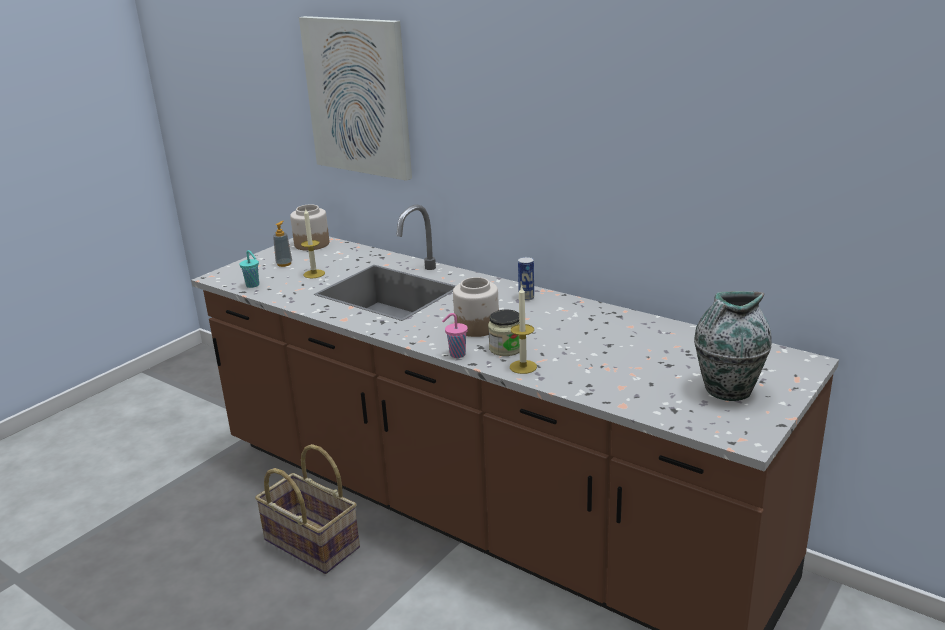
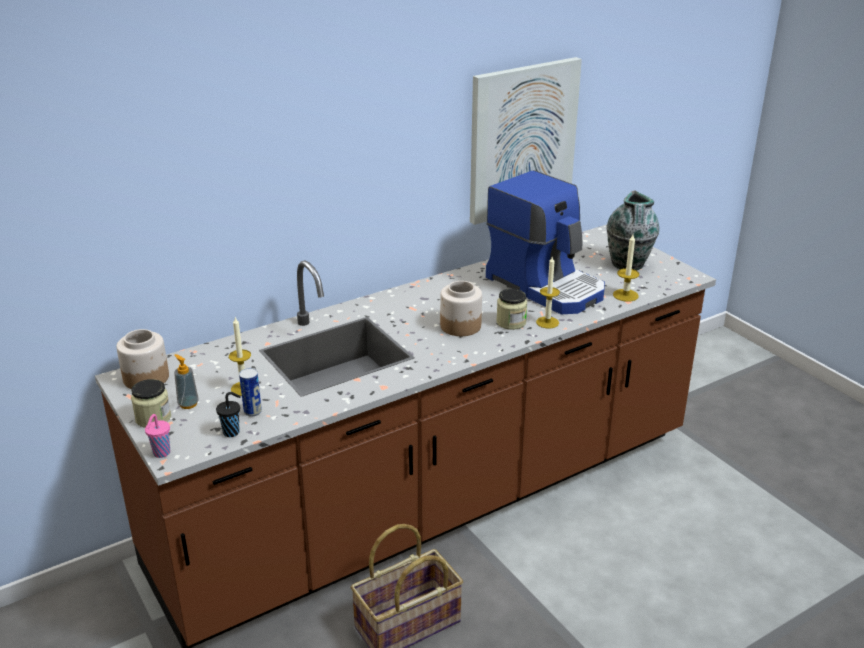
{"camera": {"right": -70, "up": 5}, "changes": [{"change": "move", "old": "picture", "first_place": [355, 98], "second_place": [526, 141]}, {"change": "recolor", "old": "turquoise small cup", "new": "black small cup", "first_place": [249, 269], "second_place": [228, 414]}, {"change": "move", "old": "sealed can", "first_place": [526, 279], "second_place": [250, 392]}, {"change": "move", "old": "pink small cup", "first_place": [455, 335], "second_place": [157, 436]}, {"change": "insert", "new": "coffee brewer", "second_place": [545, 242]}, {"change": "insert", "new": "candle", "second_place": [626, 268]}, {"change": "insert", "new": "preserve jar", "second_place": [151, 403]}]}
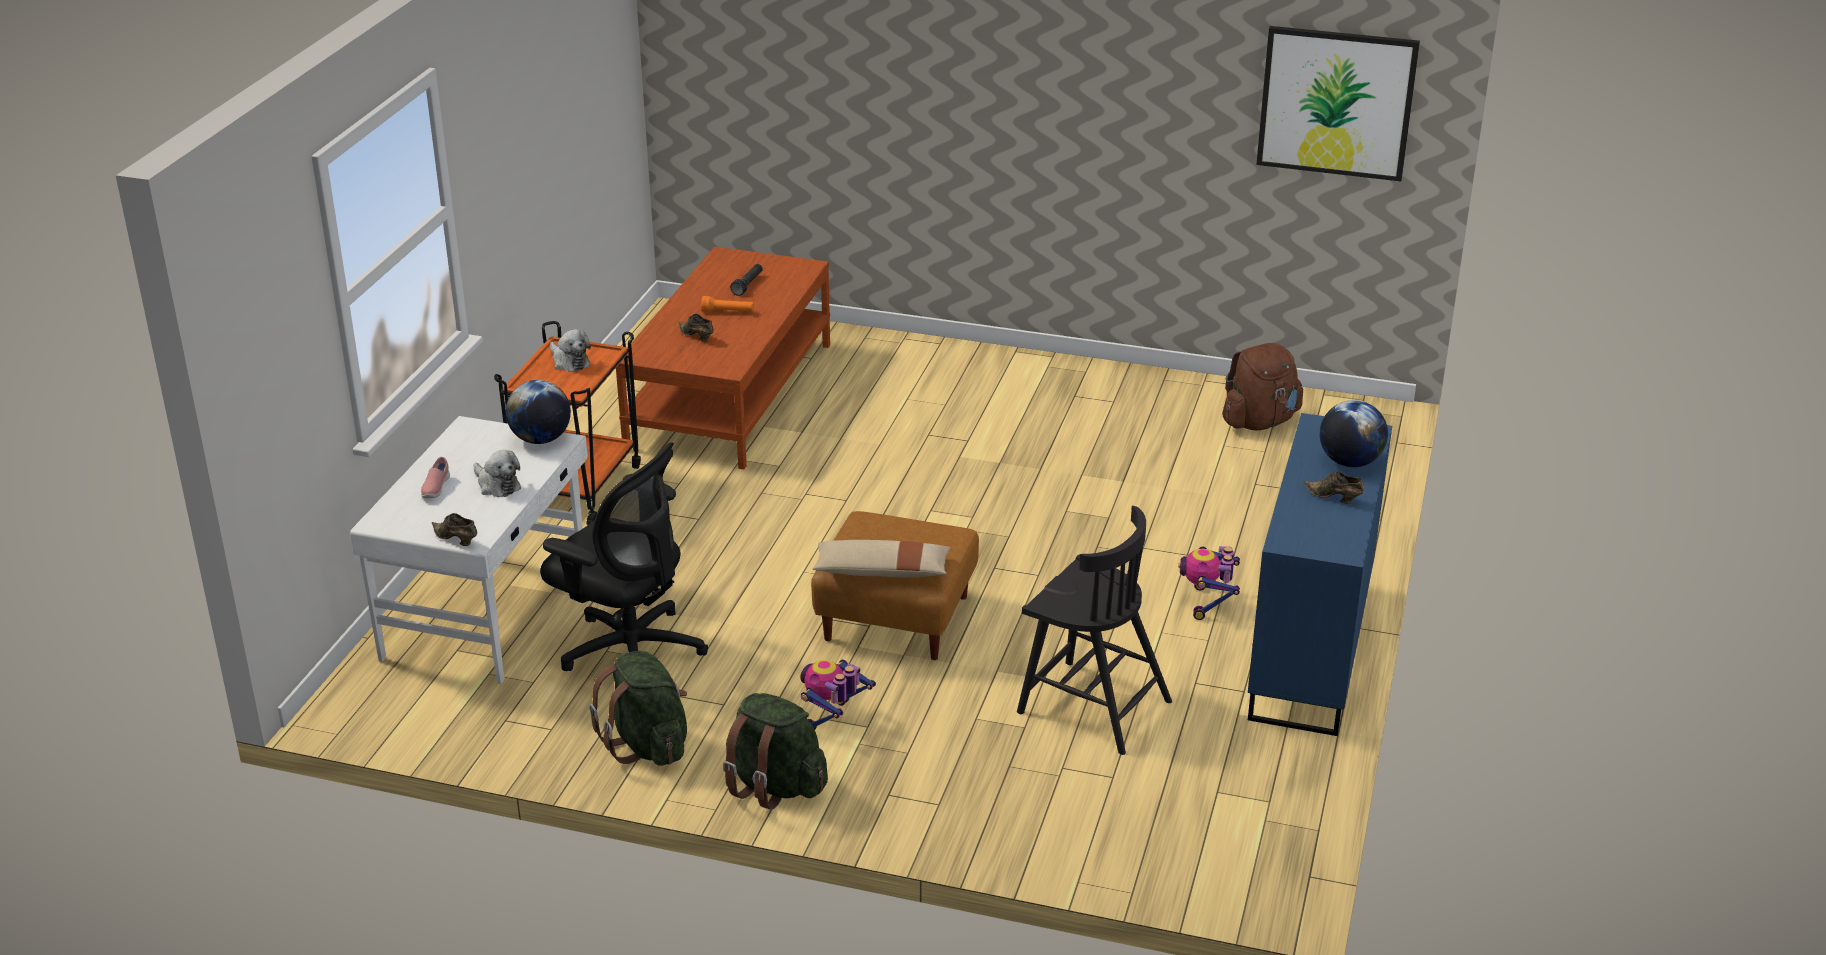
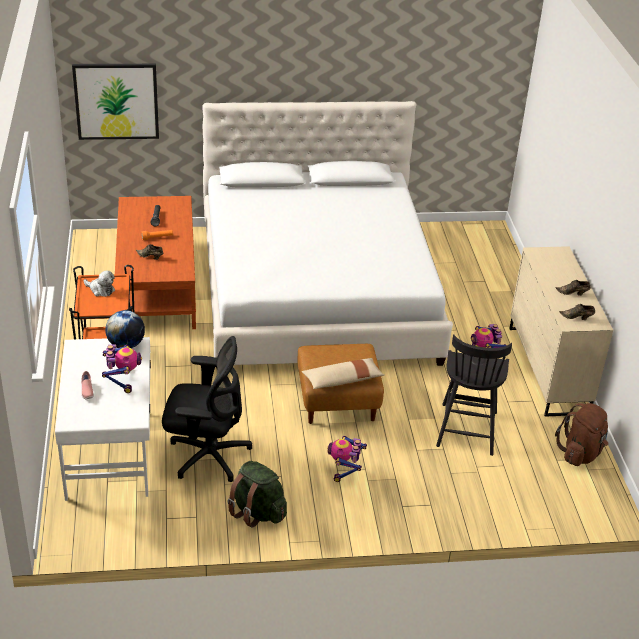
{"camera": {"right": -25, "up": 5}, "changes": [{"change": "move", "old": "picture", "first_place": [1338, 103], "second_place": [115, 102]}, {"change": "move", "old": "brown-coloured backpack", "first_place": [1262, 387], "second_place": [582, 434]}, {"change": "delete", "old": "globe", "first_place": [1353, 433]}, {"change": "recolor", "old": "bluish dresser", "new": "sand-coloured dresser", "first_place": [1320, 574], "second_place": [561, 331]}, {"change": "replace", "old": "cuddly toy", "new": "robot figure", "first_place": [497, 473], "second_place": [122, 368]}, {"change": "rotate", "old": "black upright chair", "first_place": [1094, 630], "second_place": [474, 395], "degrees": 90}, {"change": "move", "old": "brown-coloured shoe", "first_place": [454, 529], "second_place": [577, 312]}, {"change": "delete", "old": "green backpack", "first_place": [775, 751]}, {"change": "insert", "new": "whitish sleeping bed", "second_place": [327, 233]}]}
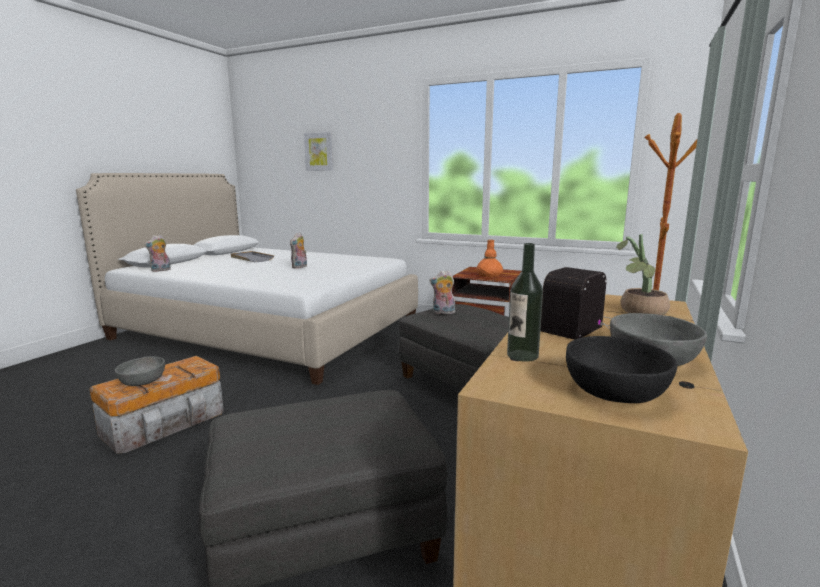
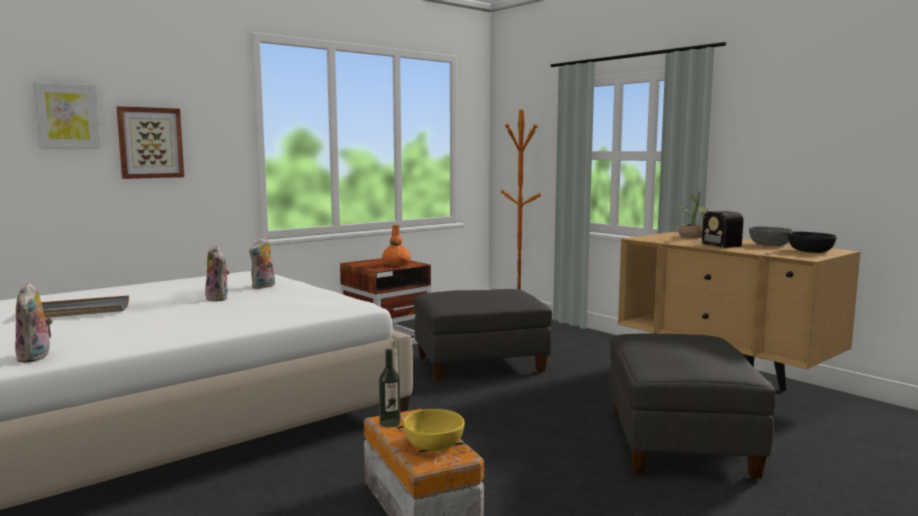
{"camera": {"right": -65, "up": -5}, "changes": [{"change": "move", "old": "beverage bottle", "first_place": [525, 302], "second_place": [389, 388]}, {"change": "move", "old": "cuddly toy", "first_place": [443, 292], "second_place": [262, 263]}, {"change": "recolor", "old": "grey serving bowl", "new": "yellow-coloured serving bowl", "first_place": [140, 371], "second_place": [434, 430]}, {"change": "insert", "new": "picture", "second_place": [150, 142]}]}
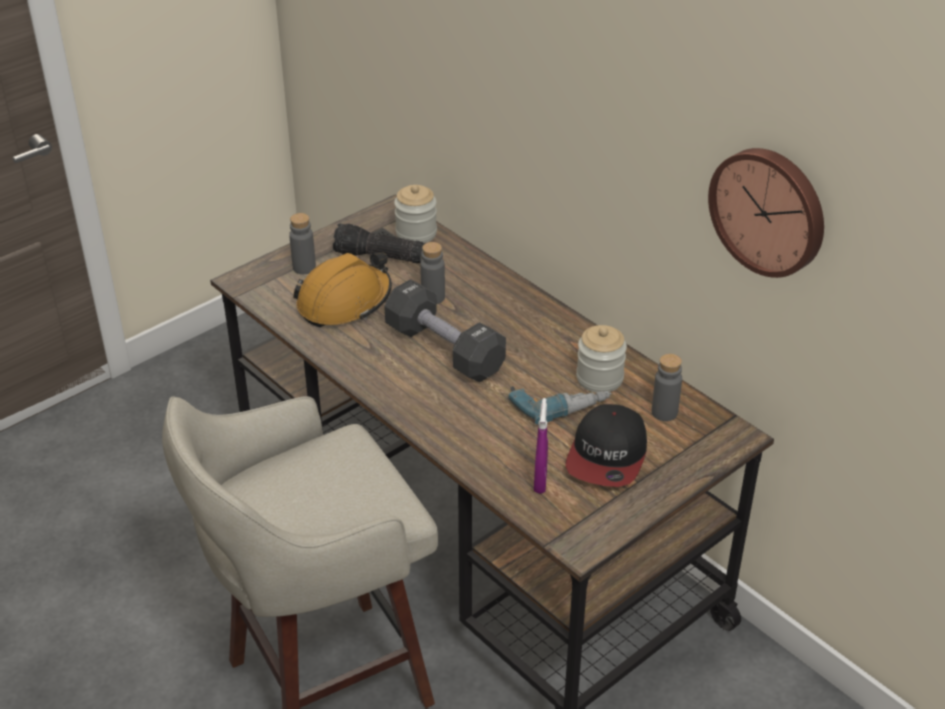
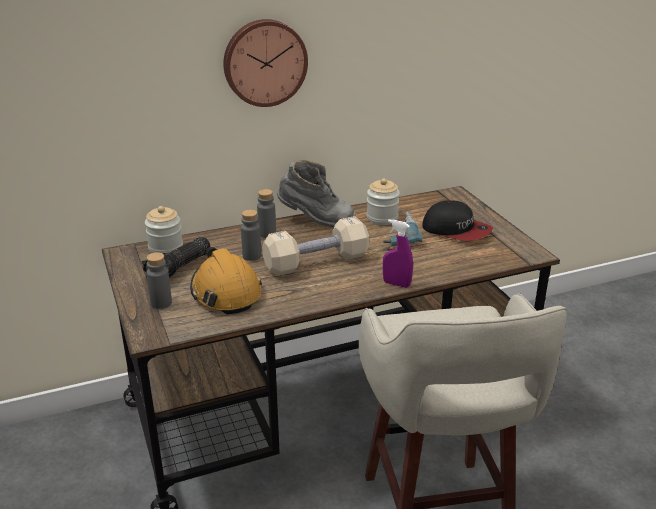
{"camera": {"right": -70, "up": -10}, "changes": [{"change": "move", "old": "clock on the wall", "first_place": [766, 213], "second_place": [265, 63]}, {"change": "recolor", "old": "black hand weight", "new": "sand-coloured hand weight", "first_place": [445, 330], "second_place": [315, 246]}, {"change": "move", "old": "grey beverage bottle", "first_place": [667, 387], "second_place": [266, 213]}, {"change": "move", "old": "purplish hand sprayer", "first_place": [541, 446], "second_place": [398, 253]}, {"change": "insert", "new": "grey boot", "second_place": [316, 193]}]}
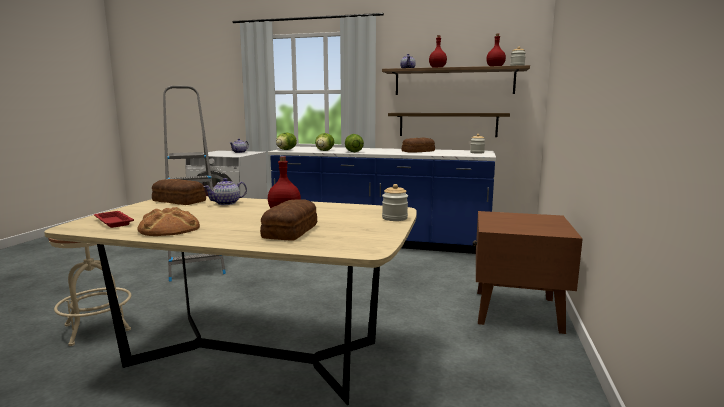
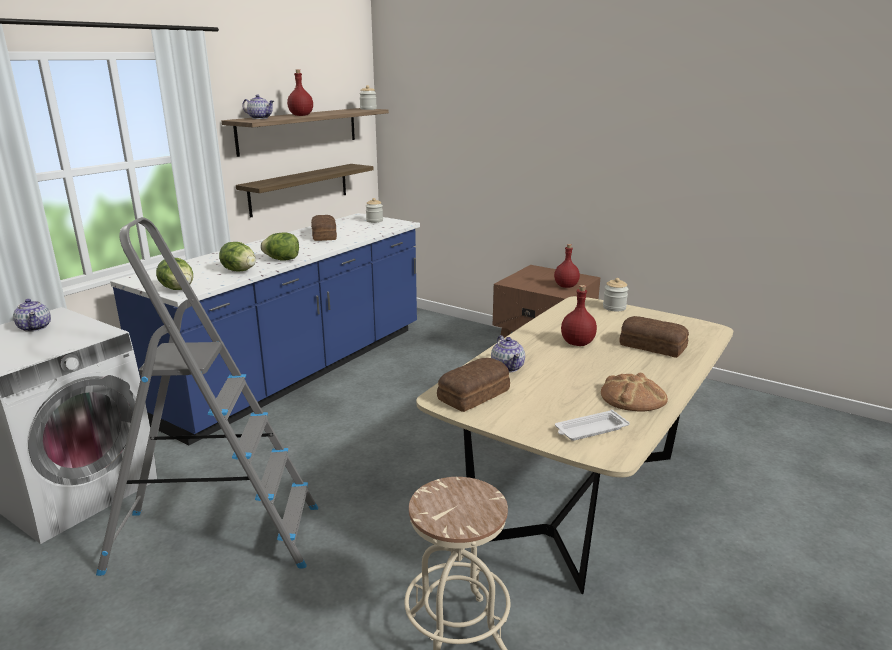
{"camera": {"right": -70, "up": 10}, "changes": [{"change": "move", "old": "red-coloured beverage bottle", "first_place": [496, 50], "second_place": [567, 266]}, {"change": "recolor", "old": "red-coloured carrying tray", "new": "whitish carrying tray", "first_place": [114, 219], "second_place": [592, 425]}]}
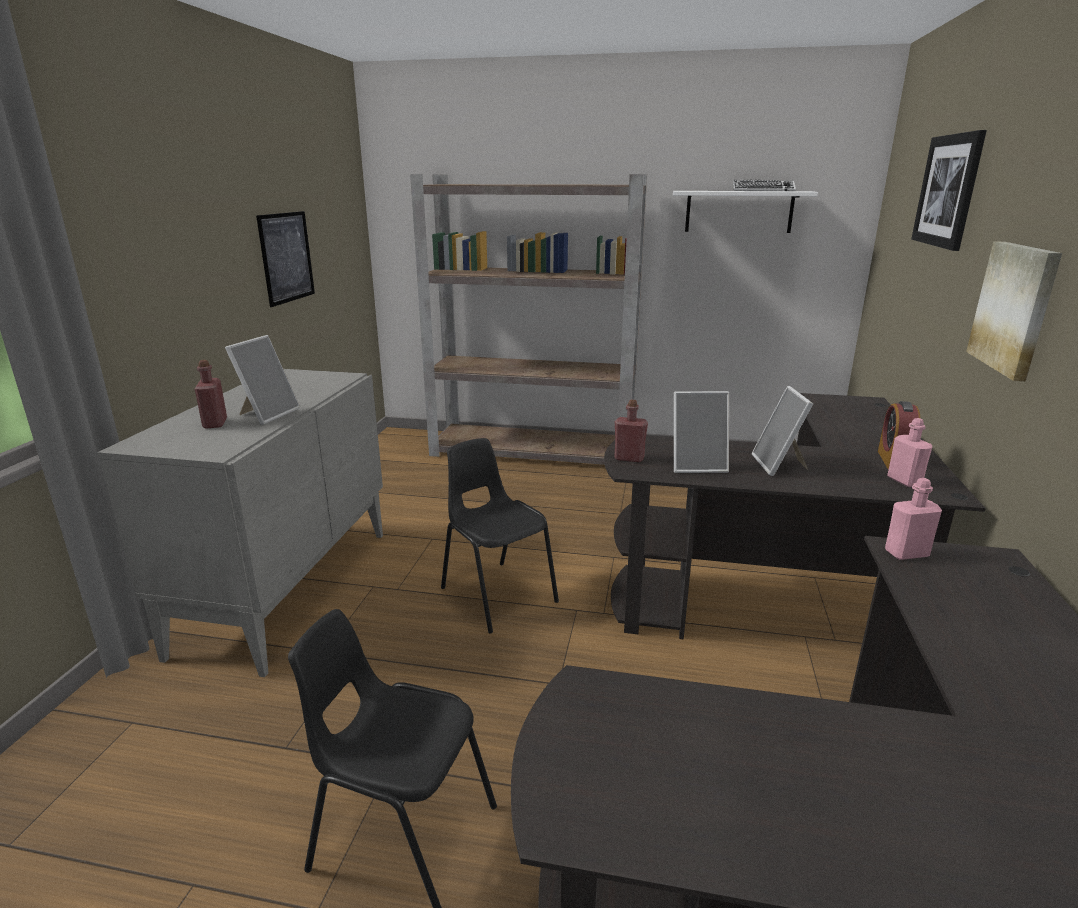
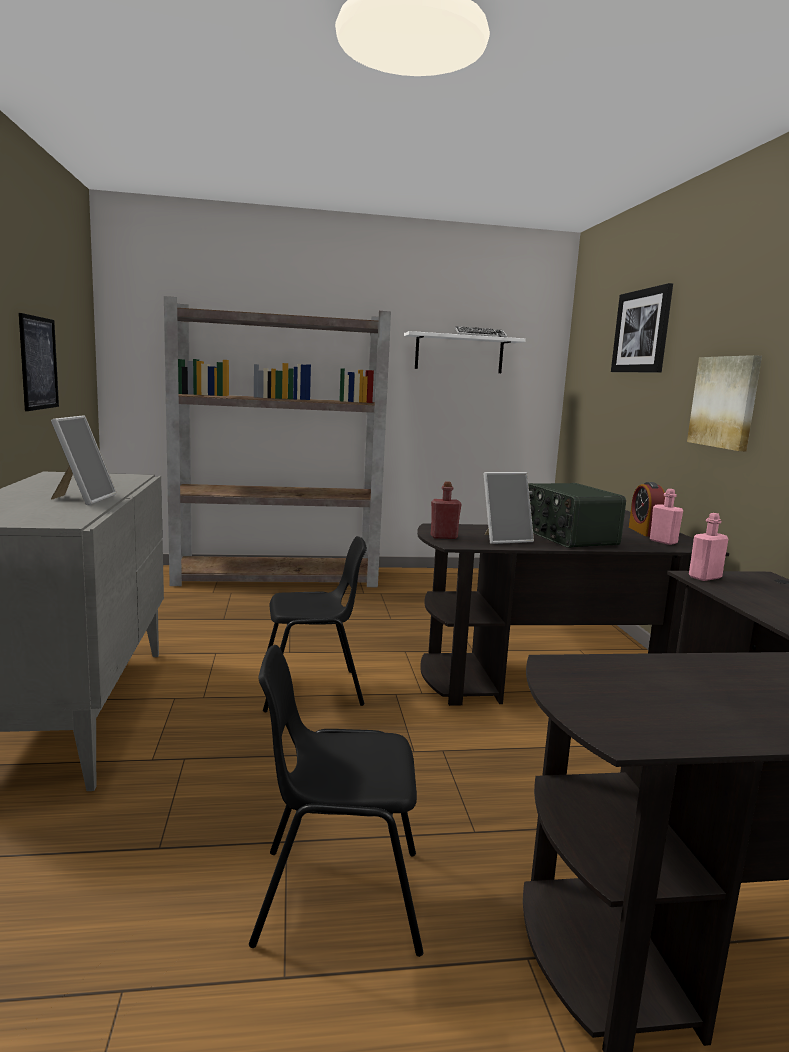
{"camera": {"right": -20, "up": -10}, "changes": [{"change": "delete", "old": "red-coloured beverage bottle", "first_place": [211, 394]}, {"change": "replace", "old": "picture frame", "new": "radio set", "first_place": [782, 431], "second_place": [577, 515]}, {"change": "rotate", "old": "black upright chair", "first_place": [500, 535], "second_place": [315, 624], "degrees": 135}]}
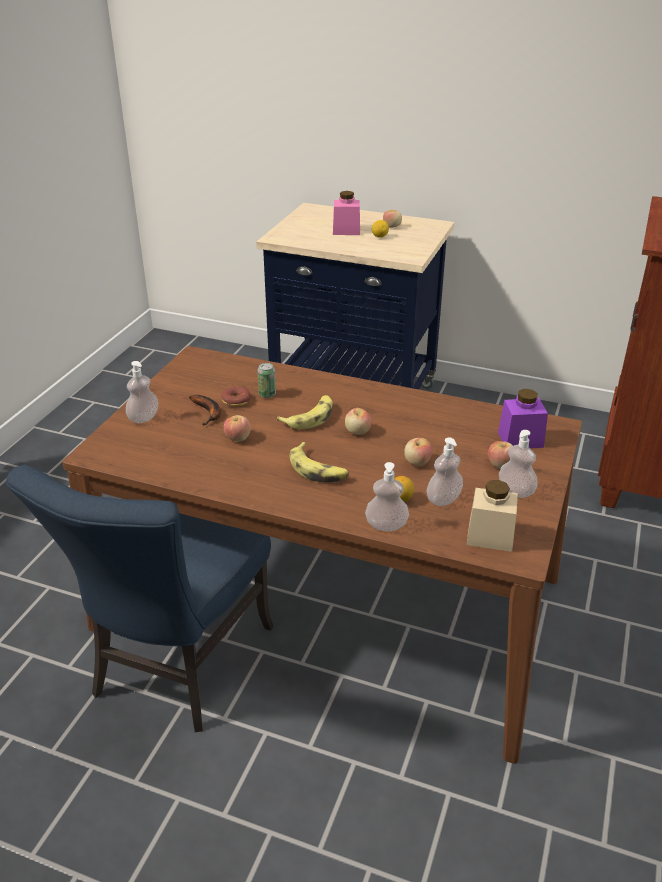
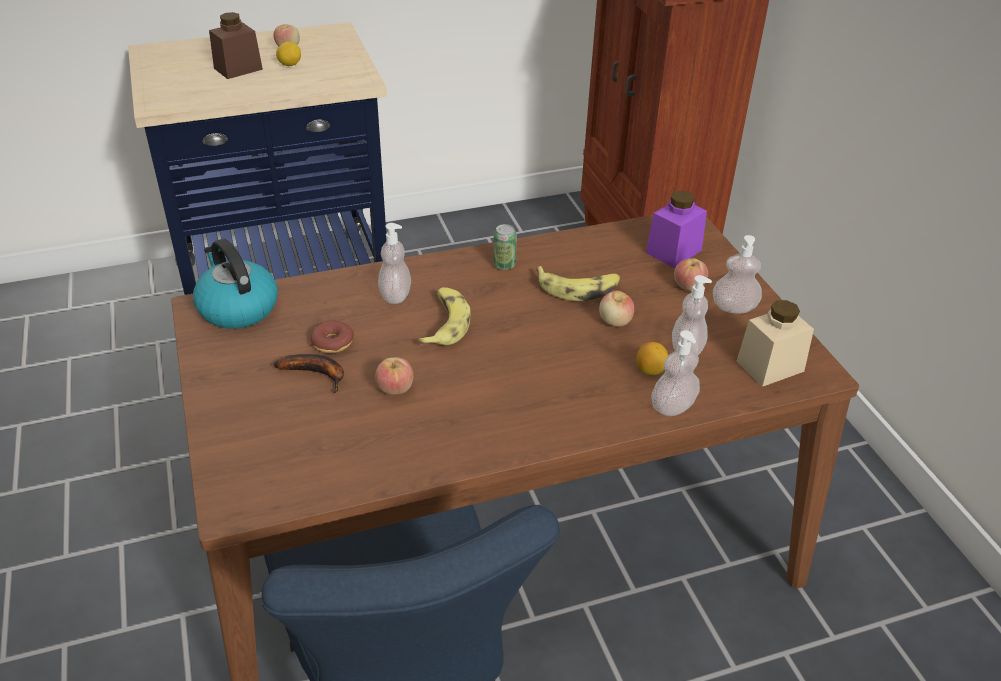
{"camera": {"right": -40, "up": 5}, "changes": [{"change": "recolor", "old": "pink preserve jar", "new": "brown-coloured preserve jar", "first_place": [346, 213], "second_place": [236, 45]}, {"change": "move", "old": "soap bottle", "first_place": [142, 392], "second_place": [394, 263]}, {"change": "move", "old": "sealed can", "first_place": [266, 380], "second_place": [505, 247]}, {"change": "delete", "old": "apple", "first_place": [358, 421]}, {"change": "move", "old": "banana", "first_place": [319, 462], "second_place": [578, 283]}, {"change": "insert", "new": "tea kettle", "second_place": [235, 284]}]}
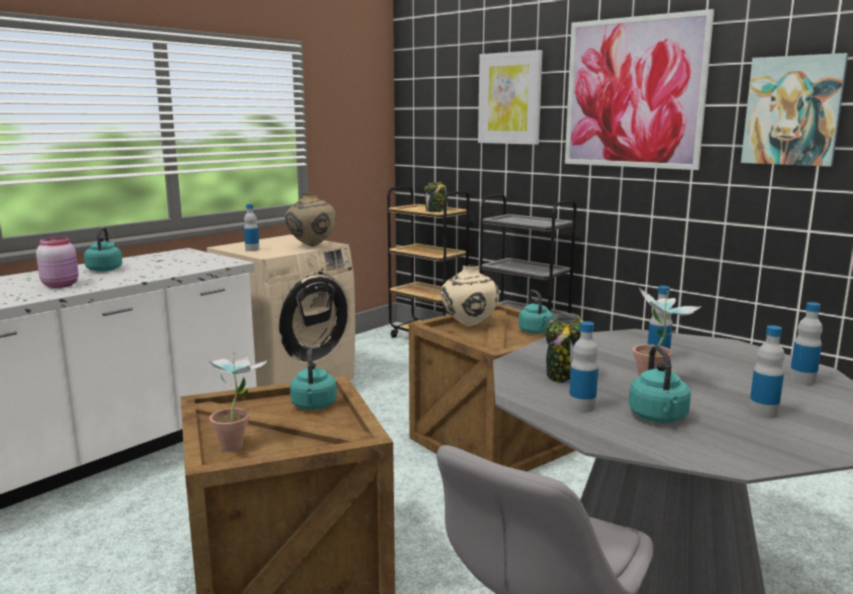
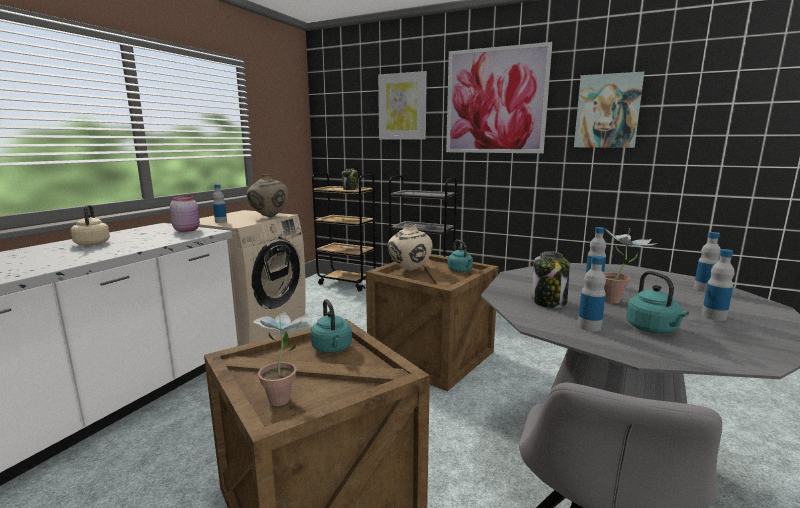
{"camera": {"right": -15, "up": 0}, "changes": [{"change": "recolor", "old": "turquoise tea kettle", "new": "sand-coloured tea kettle", "first_place": [103, 249], "second_place": [90, 225]}, {"change": "move", "old": "pink preserve jar", "first_place": [57, 262], "second_place": [185, 214]}]}
